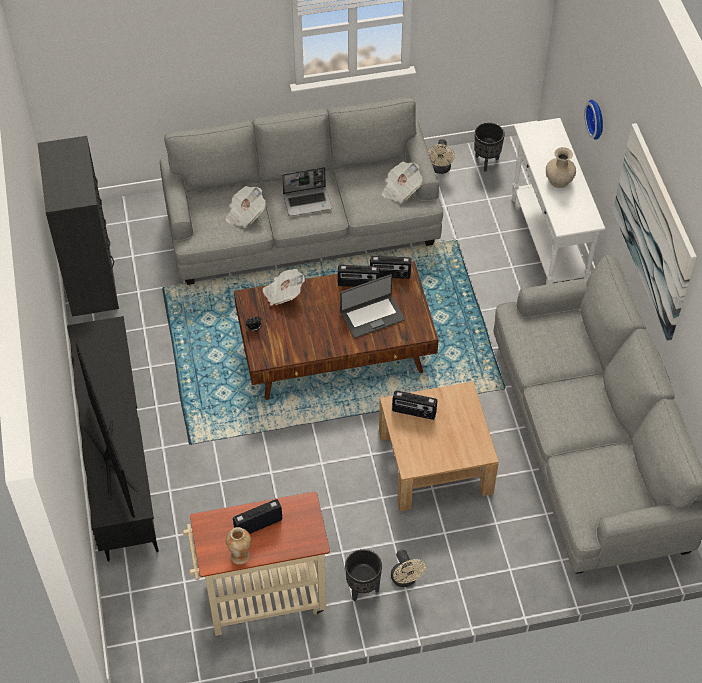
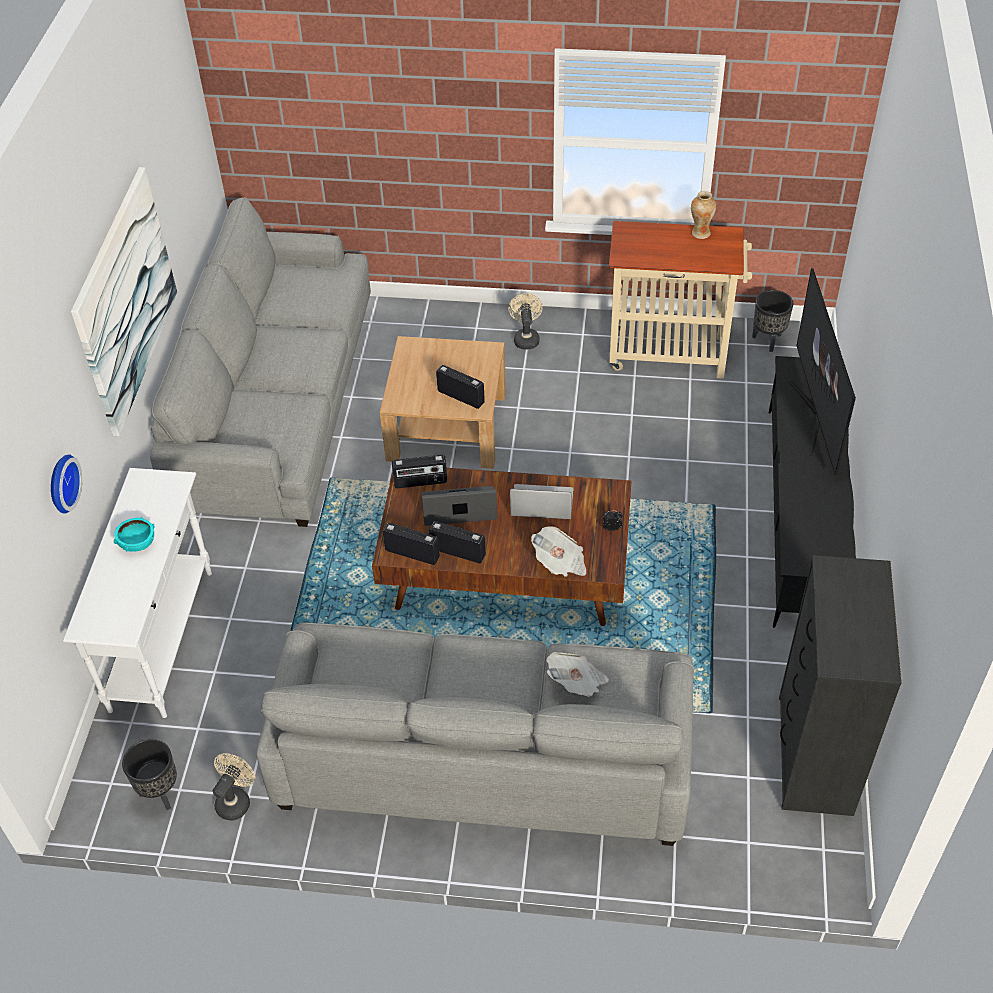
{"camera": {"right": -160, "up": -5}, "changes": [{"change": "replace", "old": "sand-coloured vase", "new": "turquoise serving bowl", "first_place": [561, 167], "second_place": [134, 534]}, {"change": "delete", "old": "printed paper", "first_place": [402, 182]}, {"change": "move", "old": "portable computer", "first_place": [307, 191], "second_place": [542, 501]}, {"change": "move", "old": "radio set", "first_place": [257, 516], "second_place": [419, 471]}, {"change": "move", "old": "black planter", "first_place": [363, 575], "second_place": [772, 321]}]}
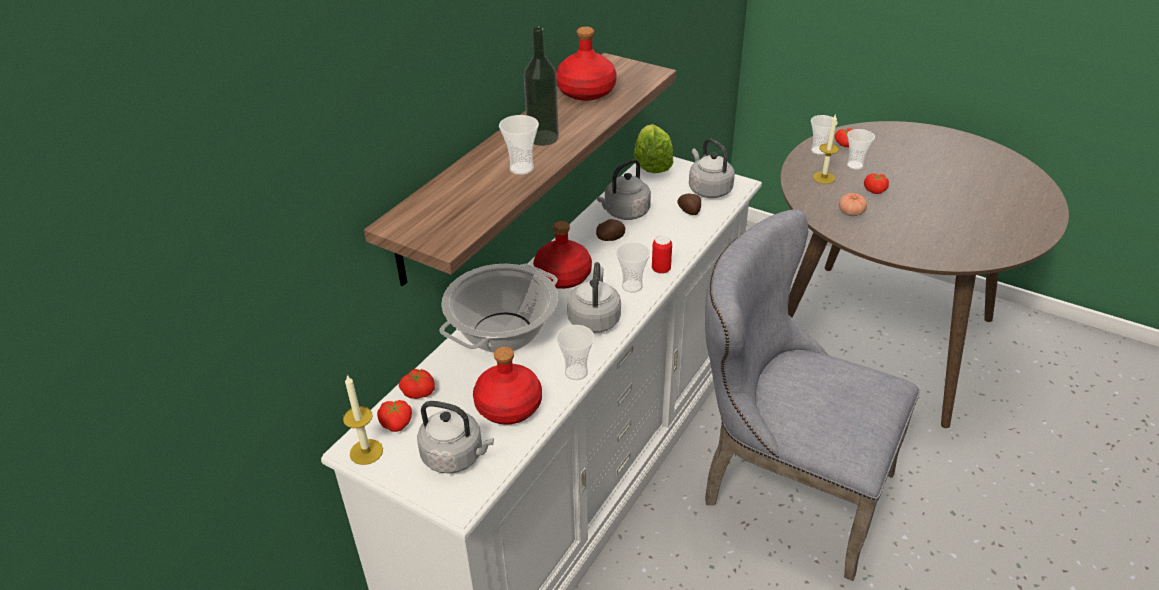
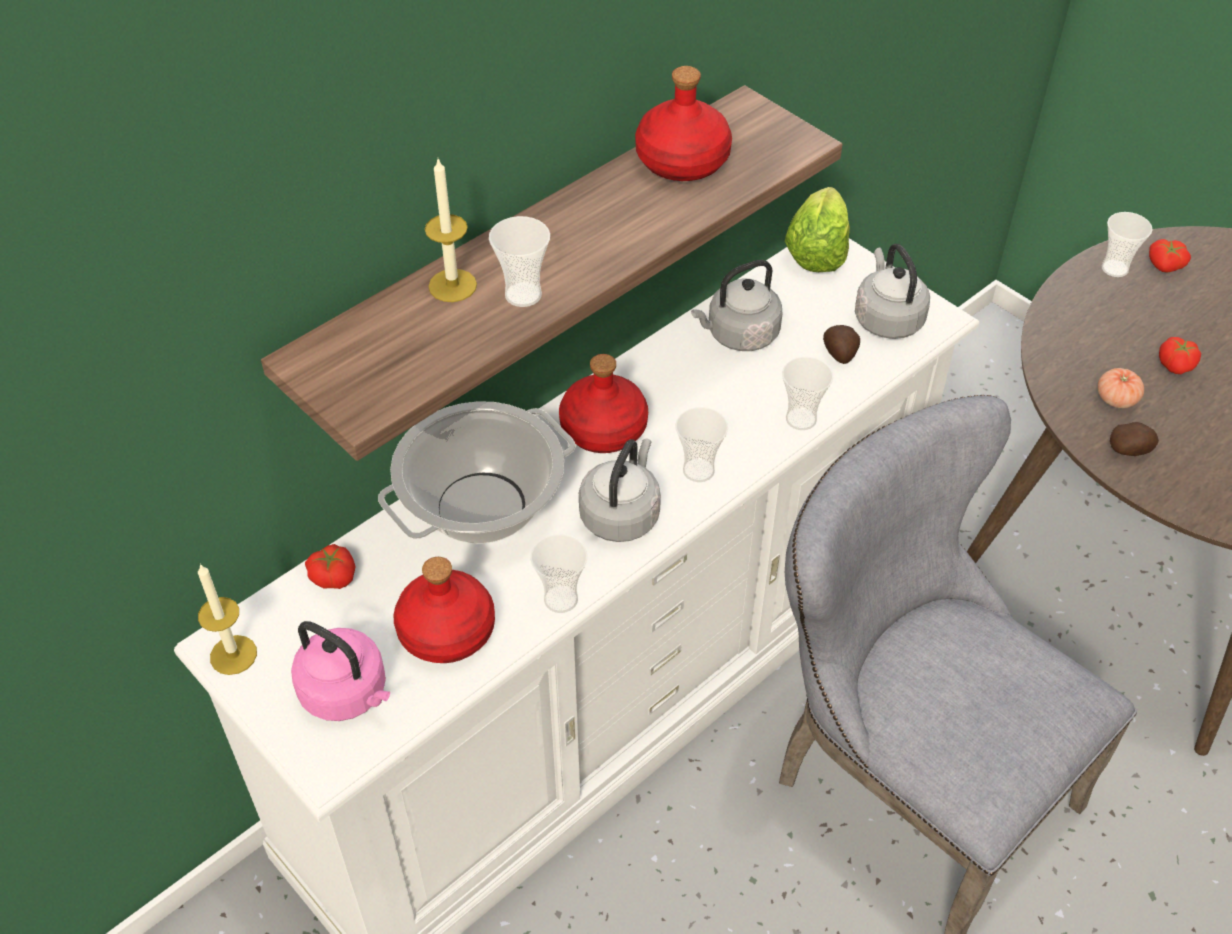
{"camera": {"right": 15, "up": 10}, "changes": [{"change": "delete", "old": "beverage bottle", "first_place": [541, 86]}, {"change": "move", "old": "candle", "first_place": [826, 148], "second_place": [451, 230]}, {"change": "move", "old": "small cup", "first_place": [861, 149], "second_place": [807, 393]}, {"change": "move", "old": "spud", "first_place": [610, 230], "second_place": [1134, 439]}, {"change": "delete", "old": "sealed can", "first_place": [662, 255]}, {"change": "delete", "old": "tomato", "first_place": [394, 416]}, {"change": "recolor", "old": "grey tea kettle", "new": "pink tea kettle", "first_place": [455, 437], "second_place": [340, 671]}]}
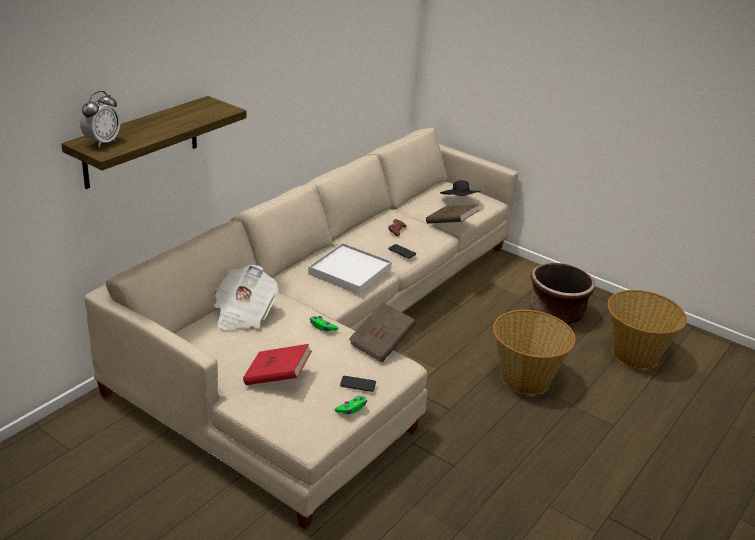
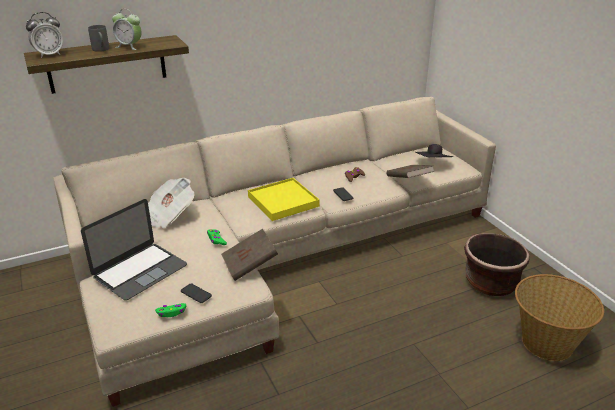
{"camera": {"right": 30, "up": 0}, "changes": [{"change": "recolor", "old": "whitish carrying tray", "new": "yellow-coloured carrying tray", "first_place": [350, 268], "second_place": [283, 199]}, {"change": "delete", "old": "storage basket", "first_place": [534, 352]}, {"change": "replace", "old": "red-coloured book", "new": "portable computer", "first_place": [277, 364], "second_place": [134, 249]}, {"change": "insert", "new": "bedside clock", "second_place": [126, 29]}, {"change": "insert", "new": "grey coffee mug", "second_place": [98, 38]}]}
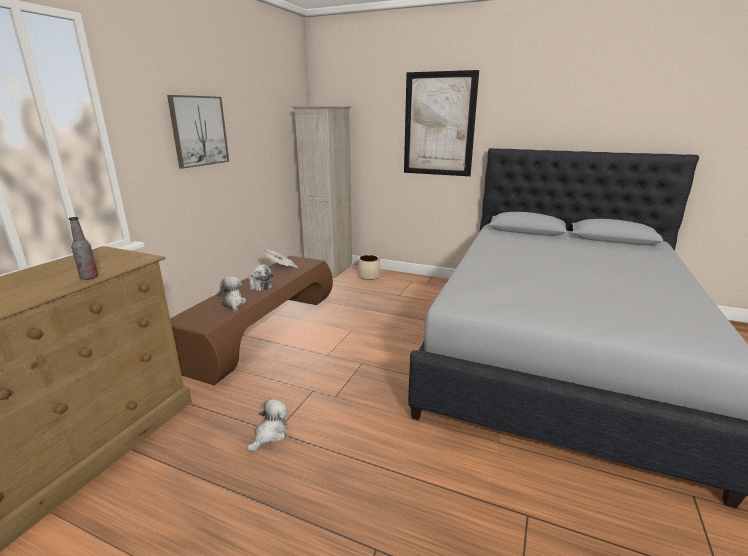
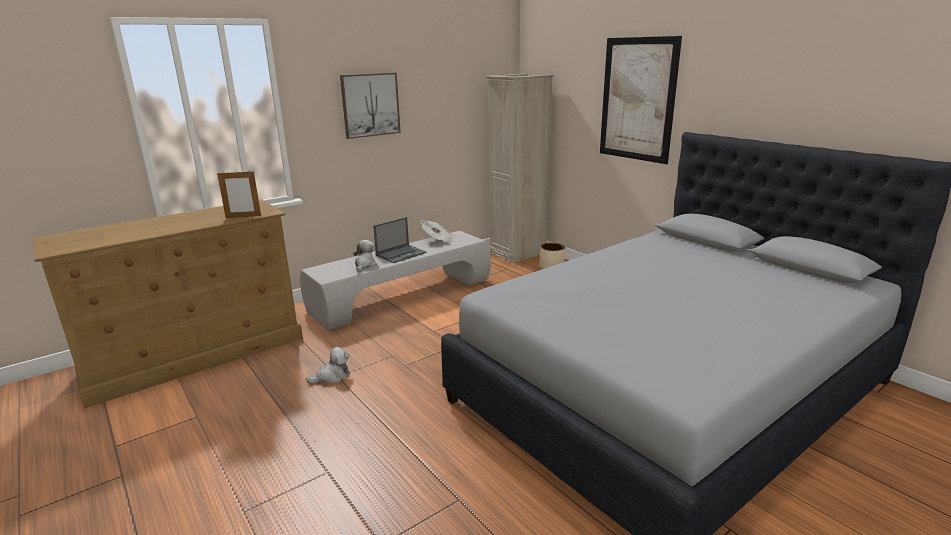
{"camera": {"right": 30, "up": 0}, "changes": [{"change": "delete", "old": "beverage bottle", "first_place": [83, 248]}, {"change": "recolor", "old": "brown-coloured bench", "new": "grey bench", "first_place": [251, 320], "second_place": [395, 281]}, {"change": "replace", "old": "cuddly toy", "new": "portable computer", "first_place": [261, 277], "second_place": [399, 240]}, {"change": "insert", "new": "picture frame", "second_place": [239, 194]}]}
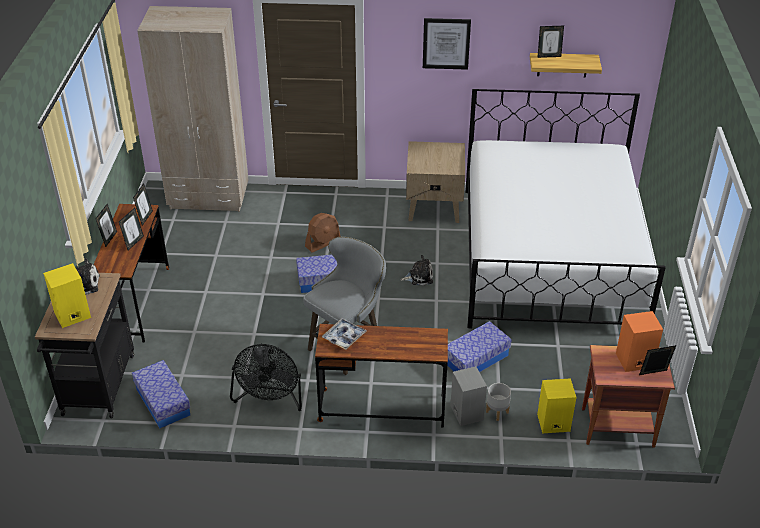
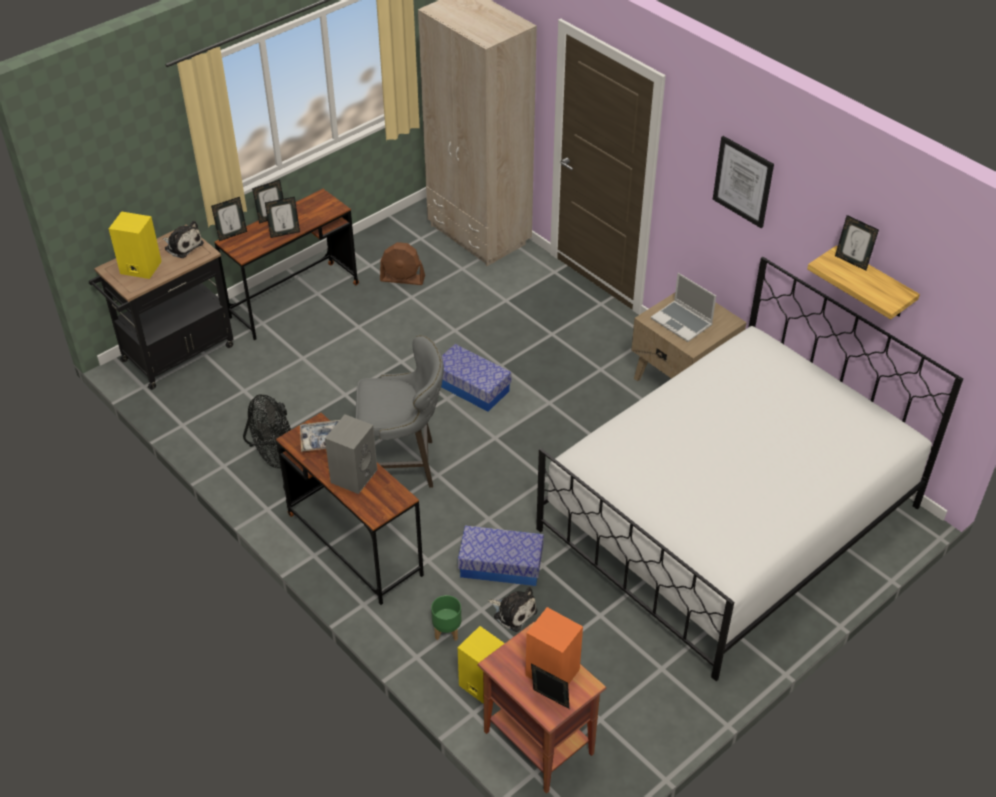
{"camera": {"right": 45, "up": 5}, "changes": [{"change": "move", "old": "picture frame", "first_place": [143, 204], "second_place": [229, 219]}, {"change": "move", "old": "brown-coloured fan", "first_place": [323, 233], "second_place": [402, 263]}, {"change": "move", "old": "cuddly toy", "first_place": [417, 270], "second_place": [512, 609]}, {"change": "delete", "old": "storage bin", "first_place": [161, 394]}, {"change": "move", "old": "grey audio speaker", "first_place": [468, 396], "second_place": [351, 454]}, {"change": "recolor", "old": "grey planter", "new": "green planter", "first_place": [498, 402], "second_place": [446, 618]}, {"change": "insert", "new": "portable computer", "second_place": [683, 307]}]}
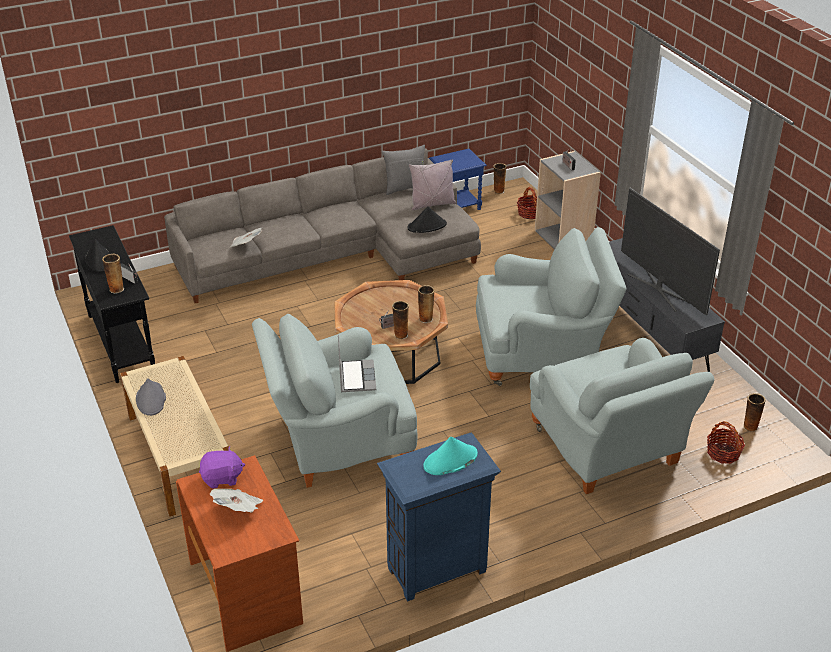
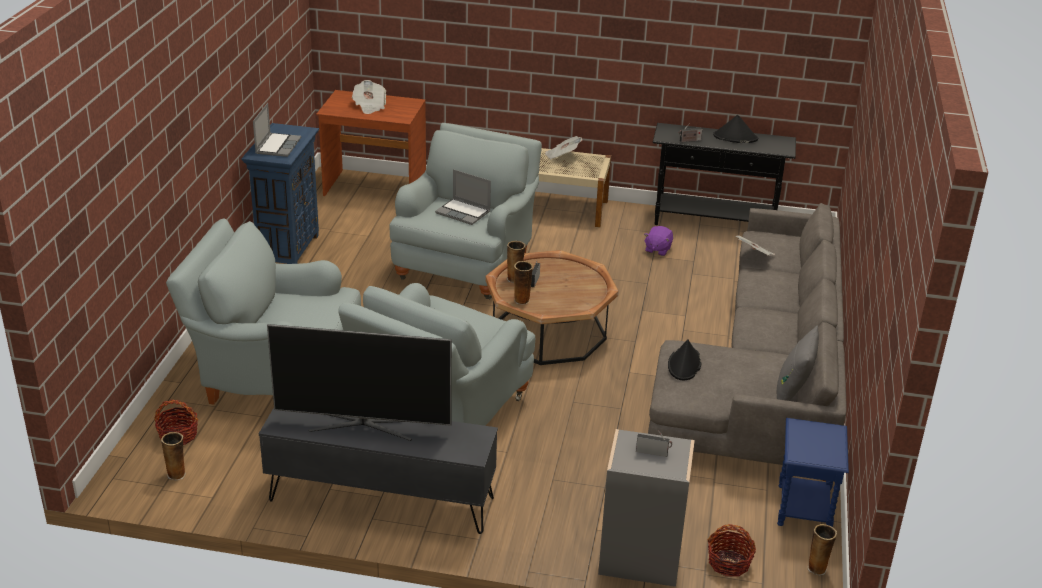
{"camera": {"right": 125, "up": -5}, "changes": [{"change": "delete", "old": "purplish throw pillow", "first_place": [432, 184]}, {"change": "delete", "old": "vase", "first_place": [113, 274]}, {"change": "replace", "old": "grey clothing hat", "new": "printed paper", "first_place": [151, 397], "second_place": [563, 148]}, {"change": "replace", "old": "turquoise clothing hat", "new": "portable computer", "first_place": [450, 456], "second_place": [277, 130]}, {"change": "move", "old": "purplish cuddly toy", "first_place": [222, 467], "second_place": [658, 241]}]}
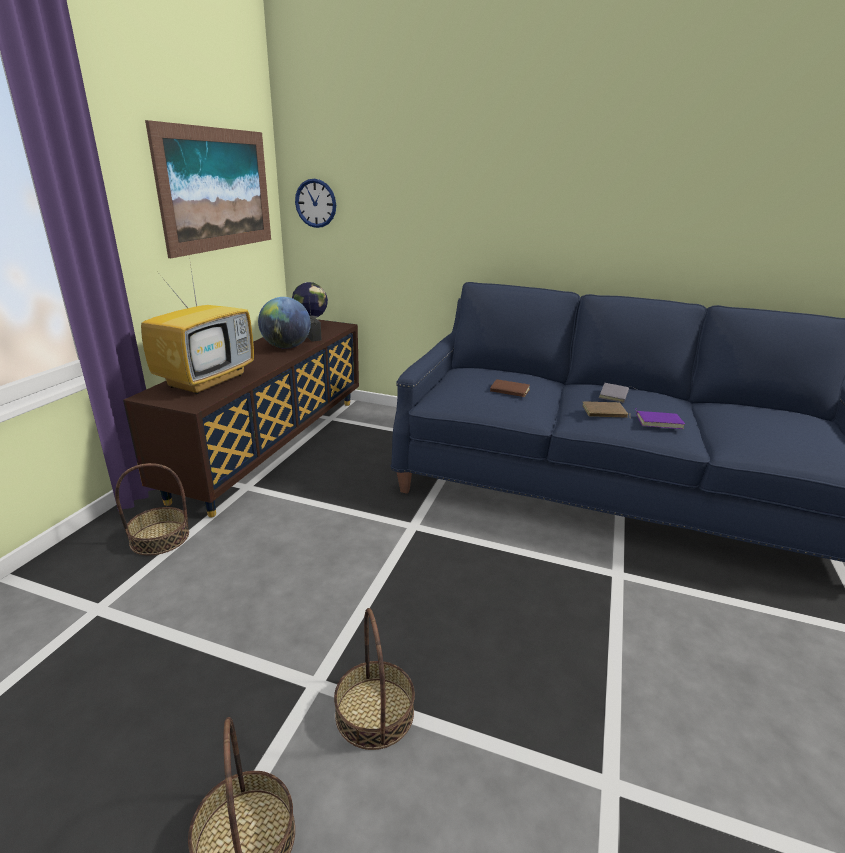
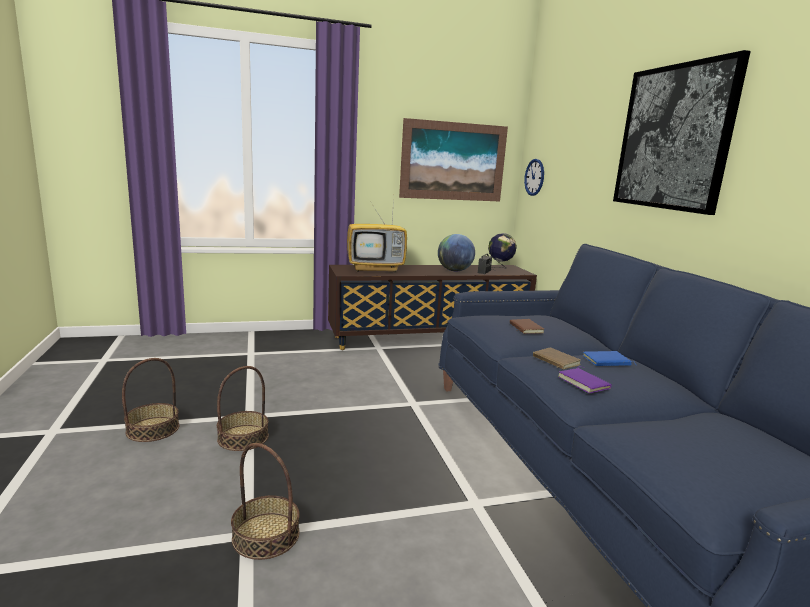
{"camera": {"right": 55, "up": -10}, "changes": [{"change": "recolor", "old": "grey book", "new": "bluish book", "first_place": [615, 393], "second_place": [610, 358]}, {"change": "move", "old": "storage basket", "first_place": [152, 509], "second_place": [265, 501]}, {"change": "insert", "new": "picture", "second_place": [682, 132]}]}
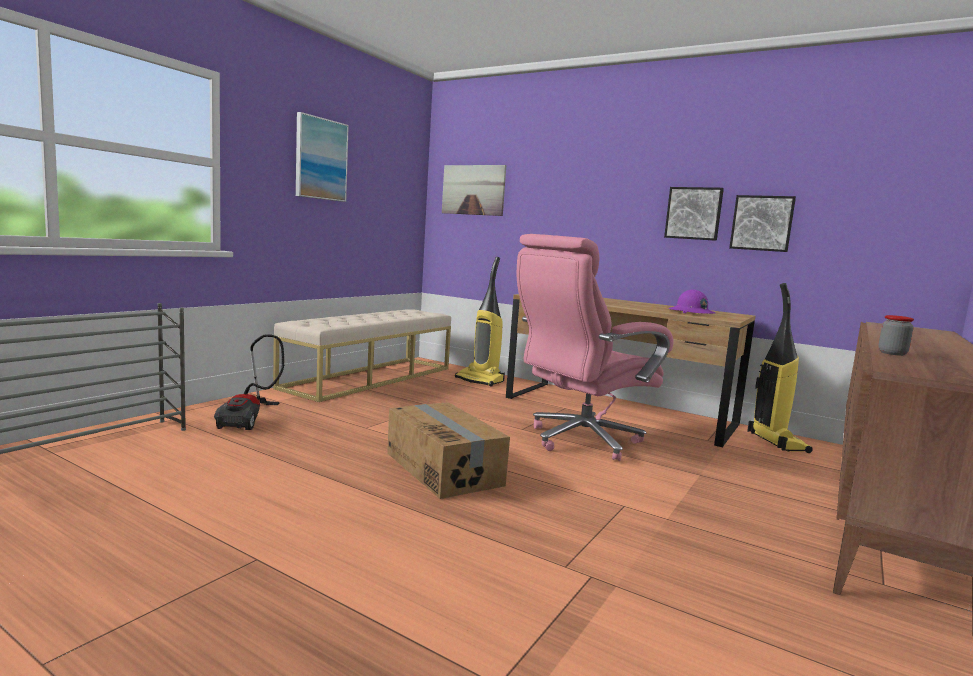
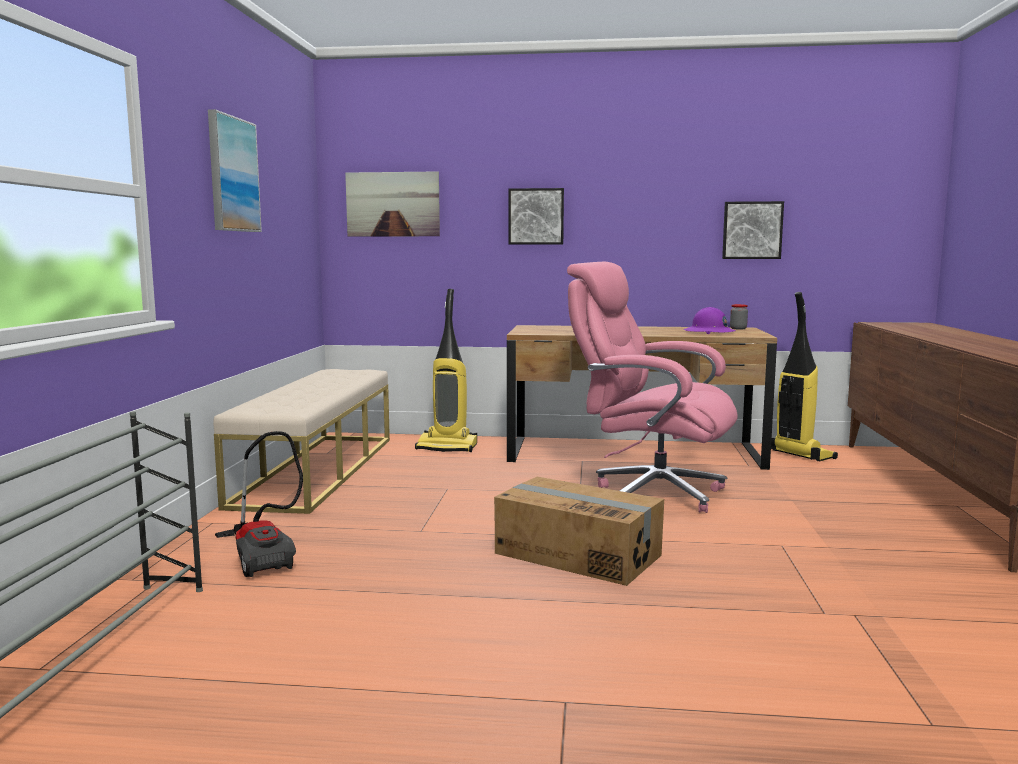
{"camera": {"right": -25, "up": 0}, "changes": [{"change": "move", "old": "picture", "first_place": [694, 214], "second_place": [536, 216]}, {"change": "rotate", "old": "pink office chair", "first_place": [595, 347], "second_place": [652, 387], "degrees": 90}, {"change": "move", "old": "preserve jar", "first_place": [896, 335], "second_place": [739, 317]}]}
